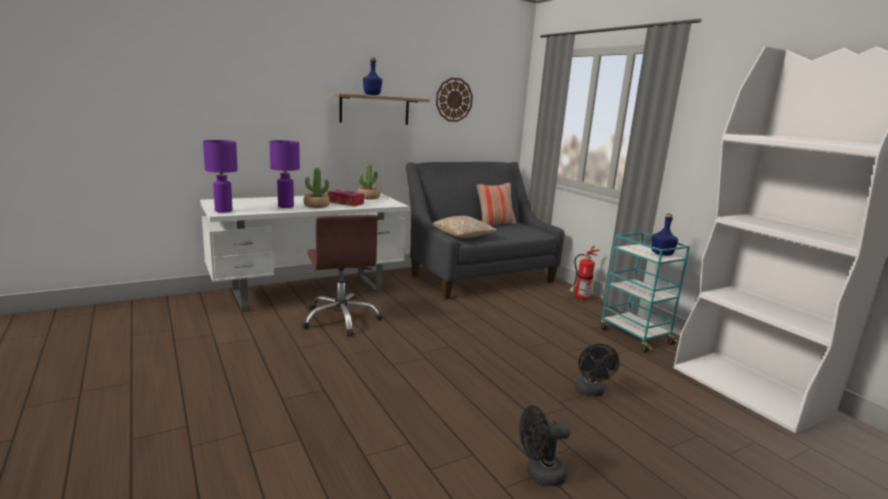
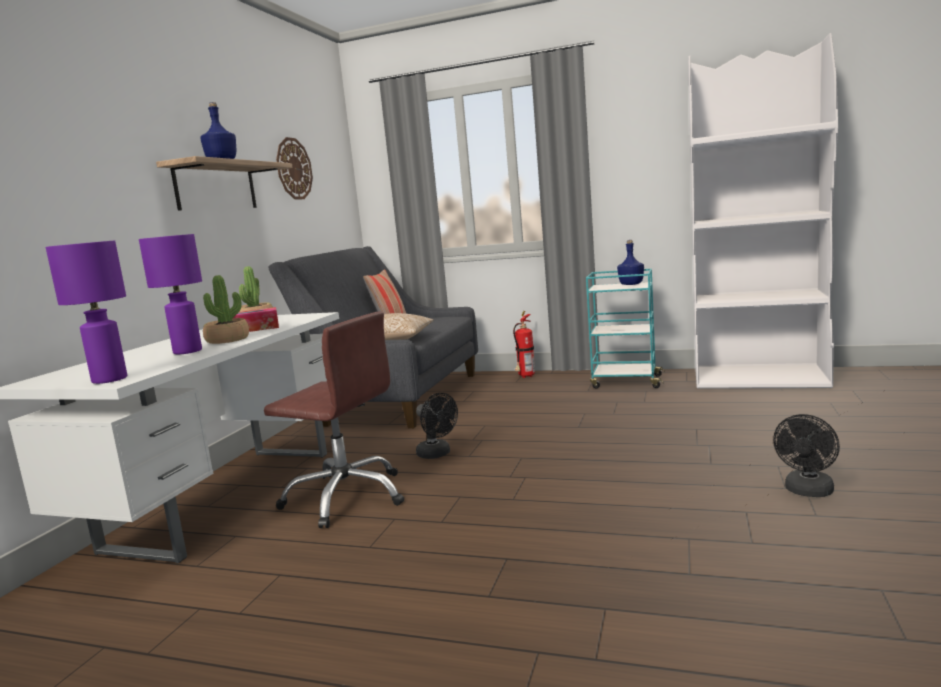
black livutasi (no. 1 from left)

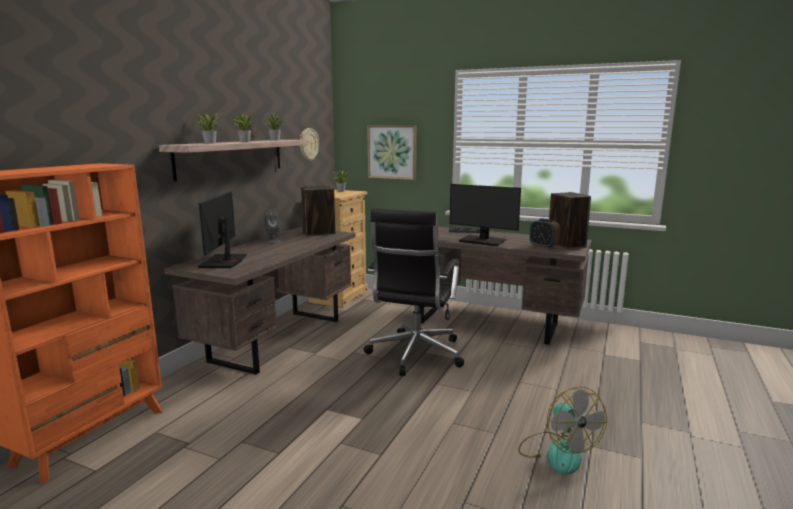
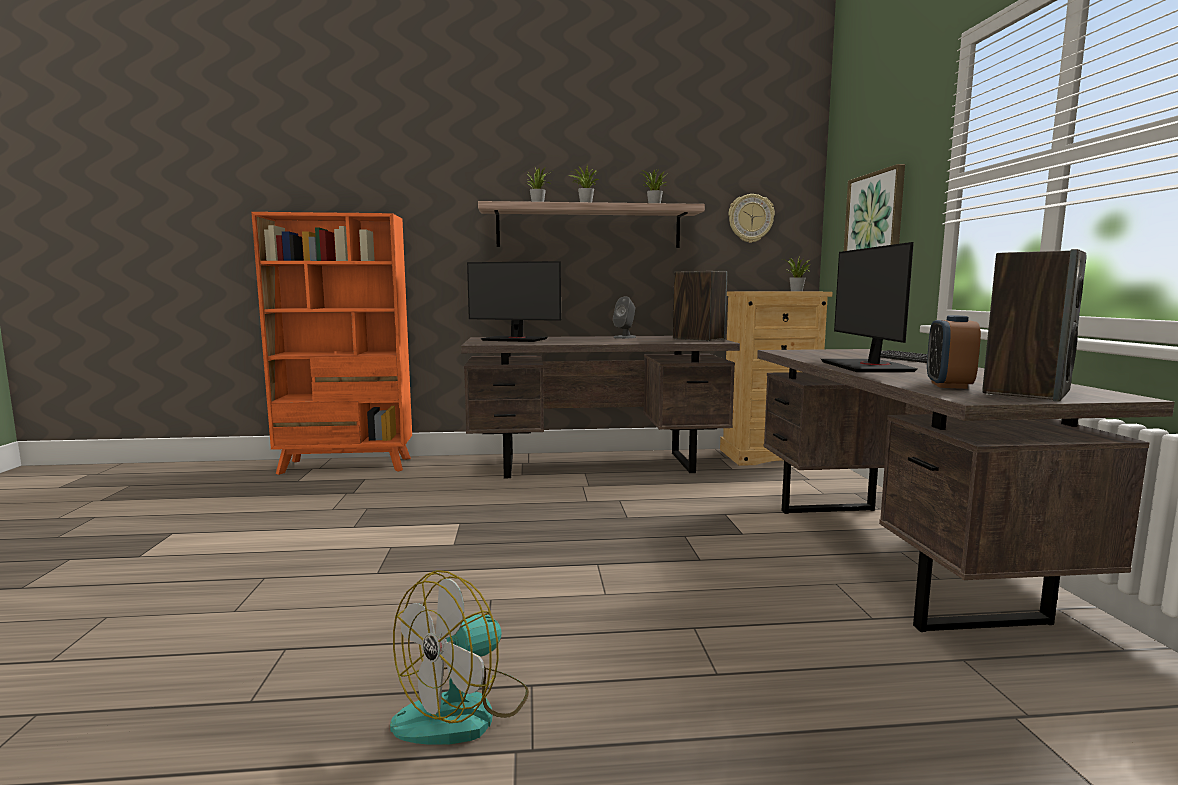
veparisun (no. 1 from left)
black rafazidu

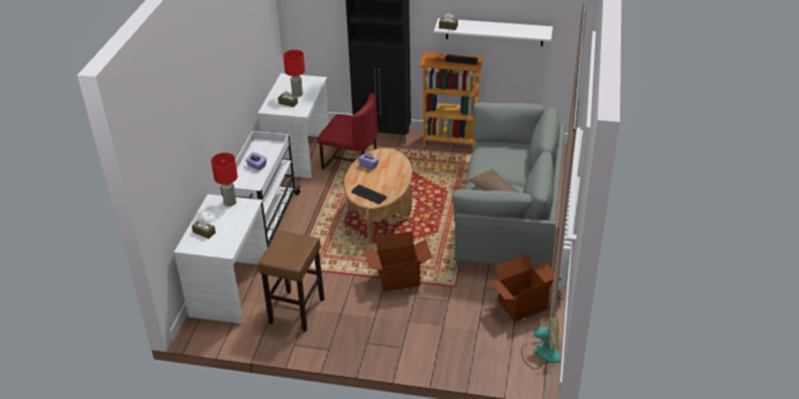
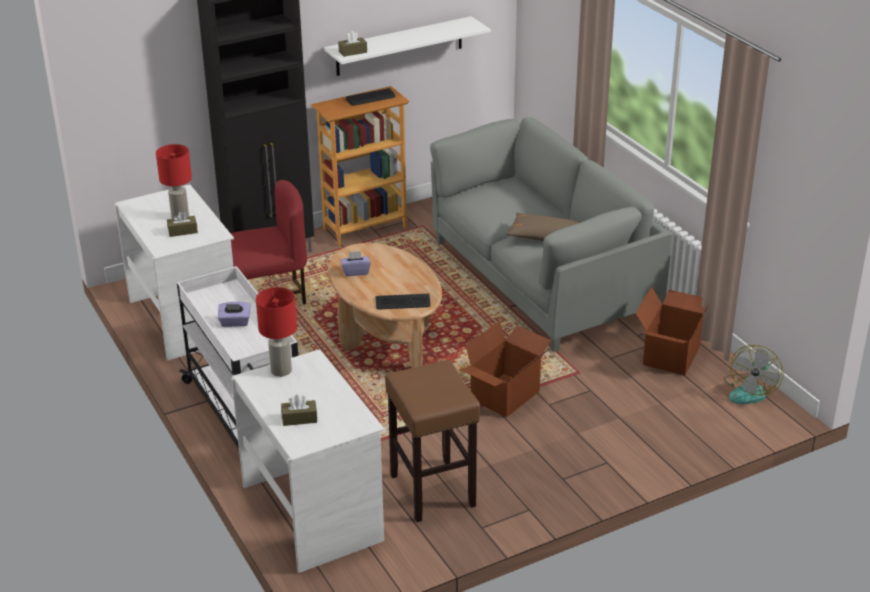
livutasi

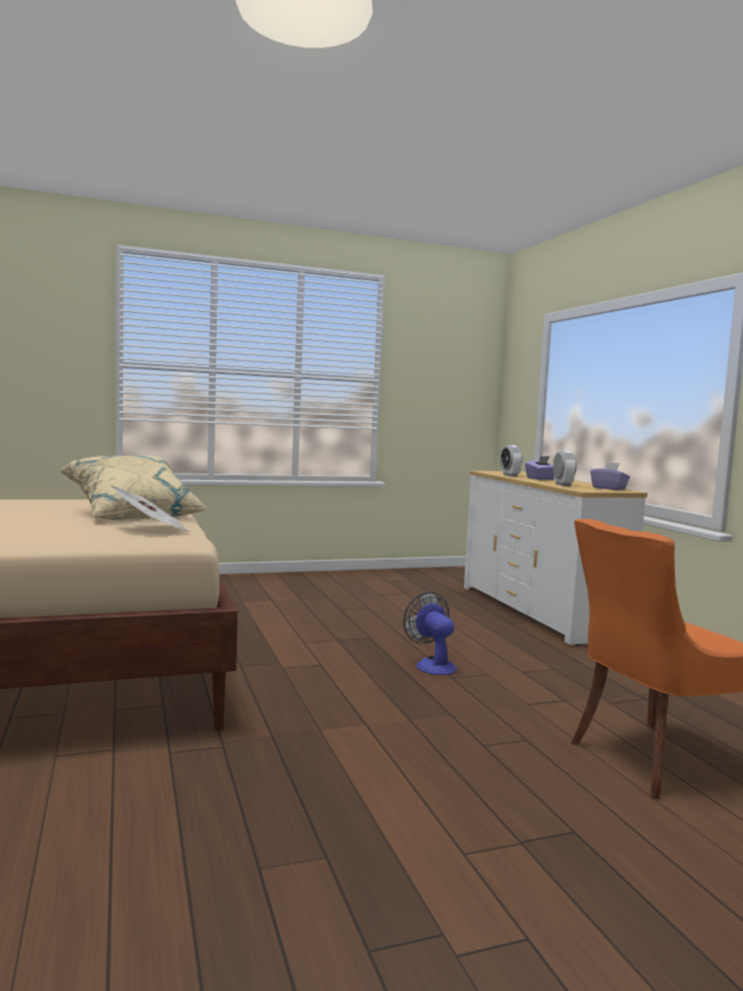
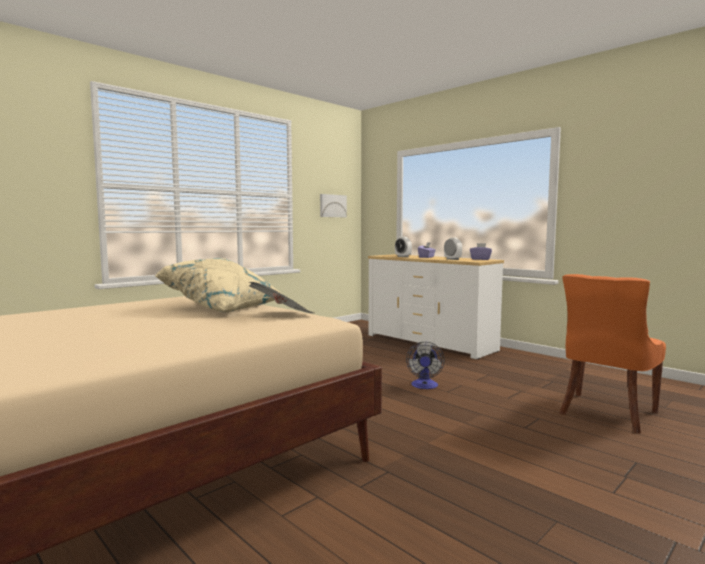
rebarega
livutasi

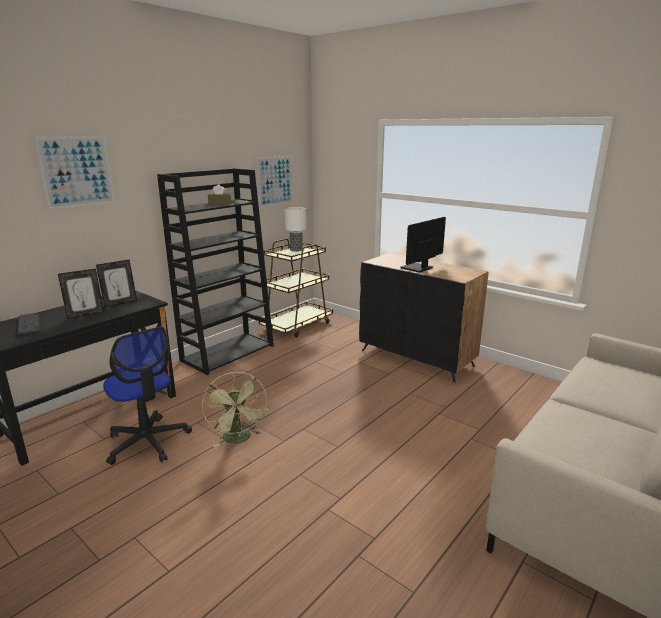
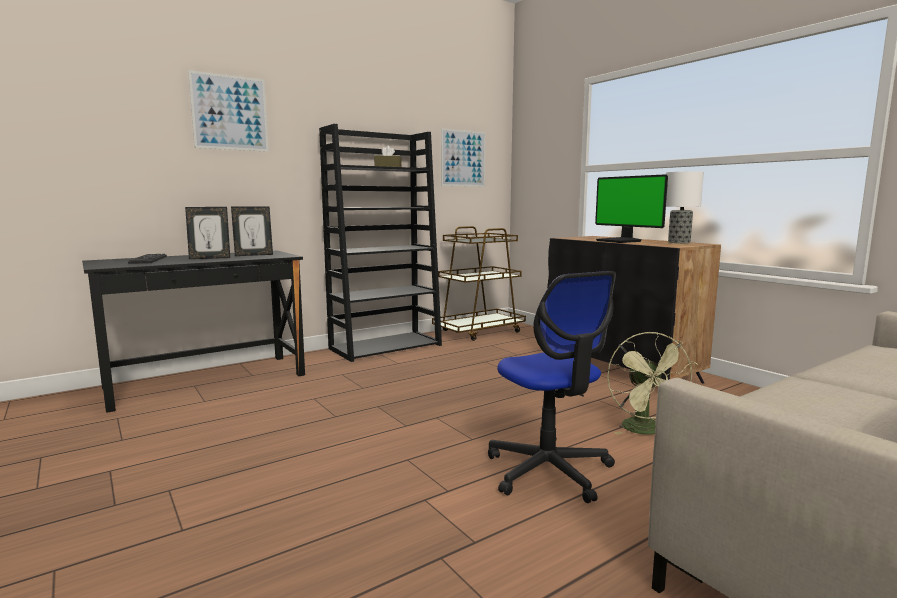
rafazidu
veparisun
green livutasi
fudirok

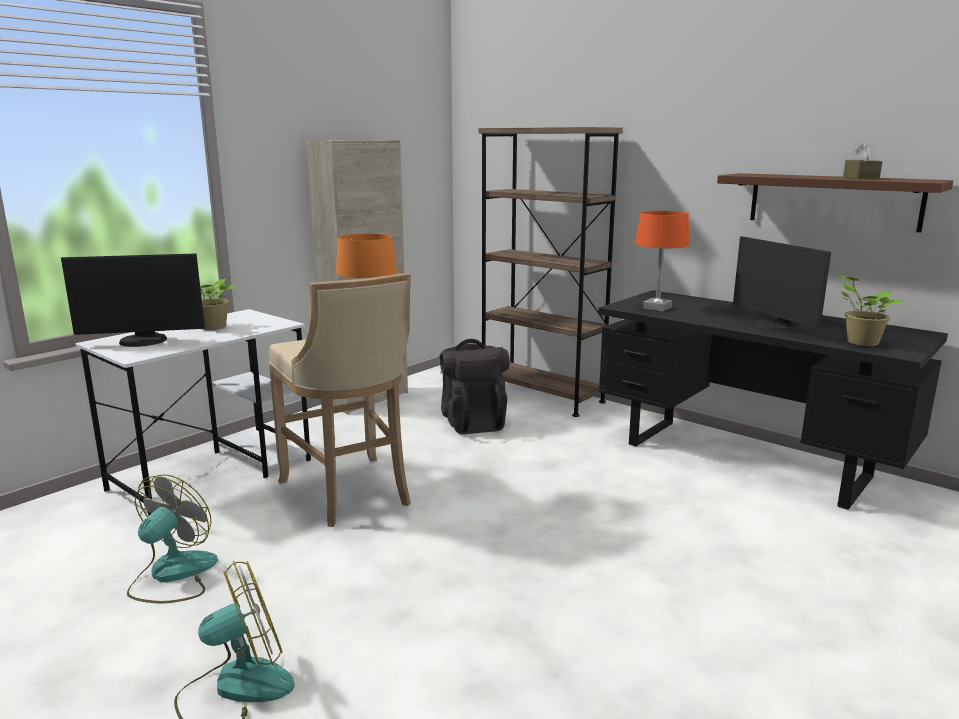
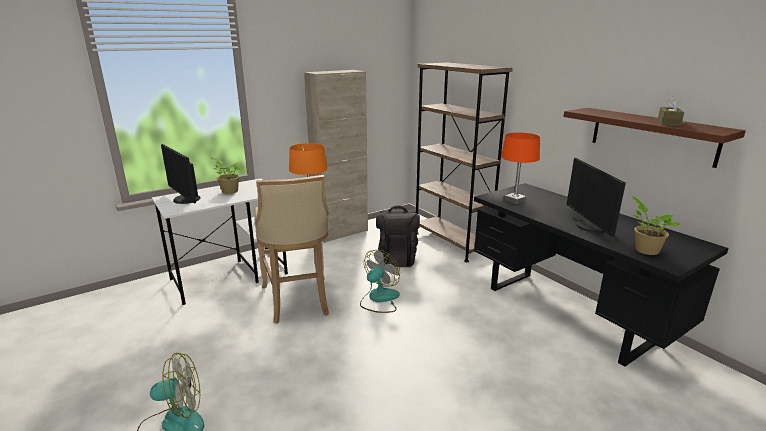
veparisun (no. 1 from left)
livutasi (no. 2 from left)

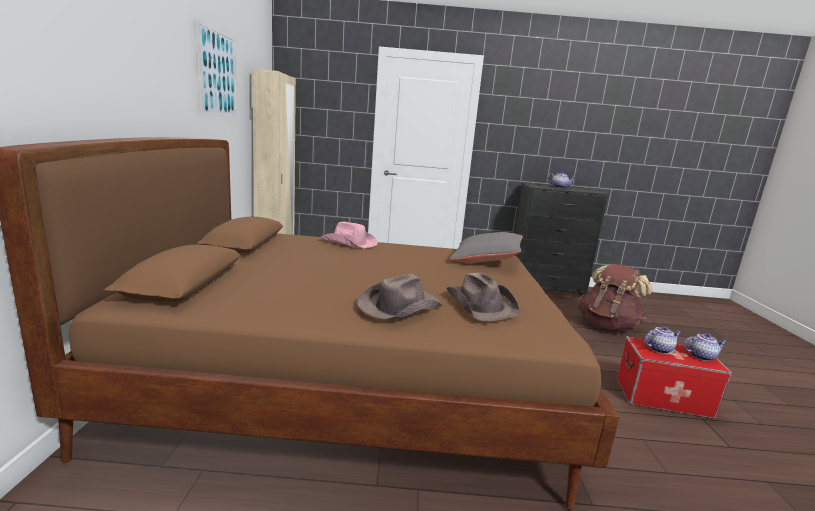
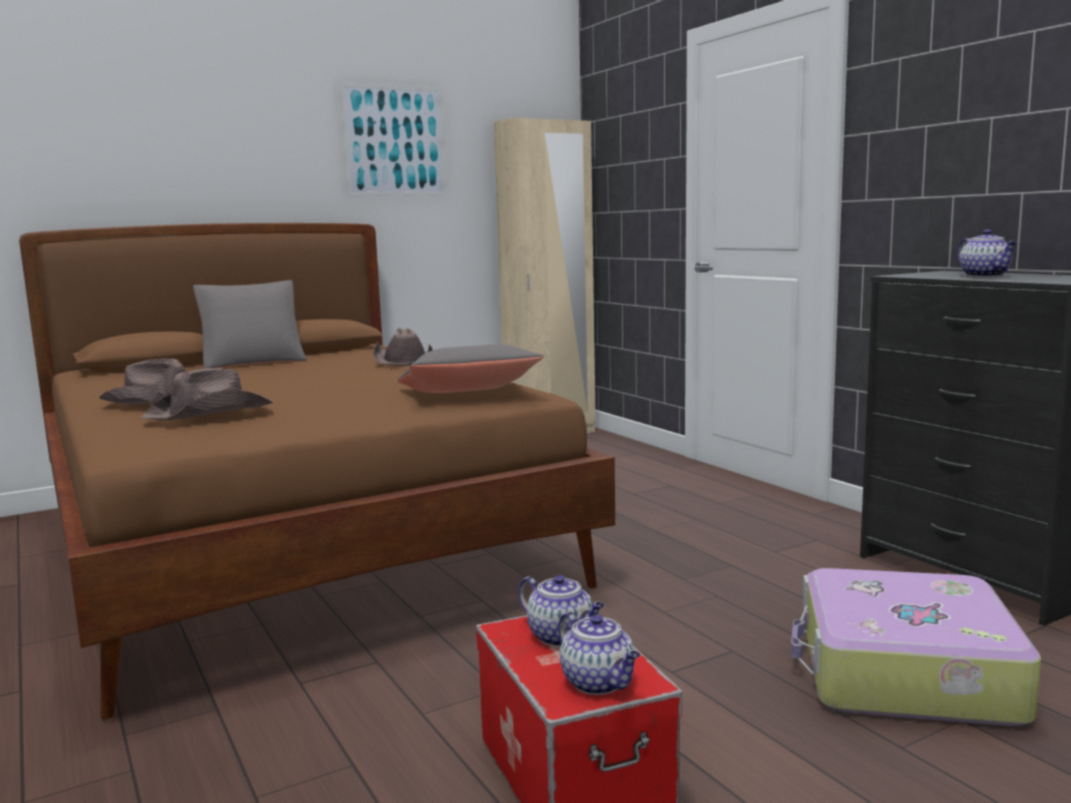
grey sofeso (no. 1 from left)
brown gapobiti (no. 3 from left)
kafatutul

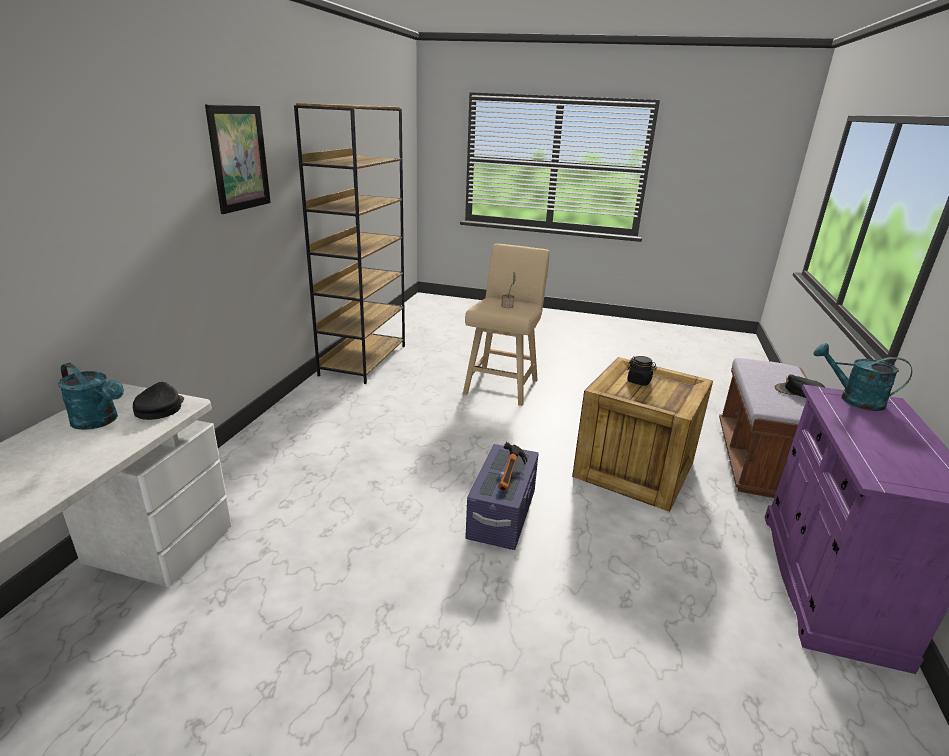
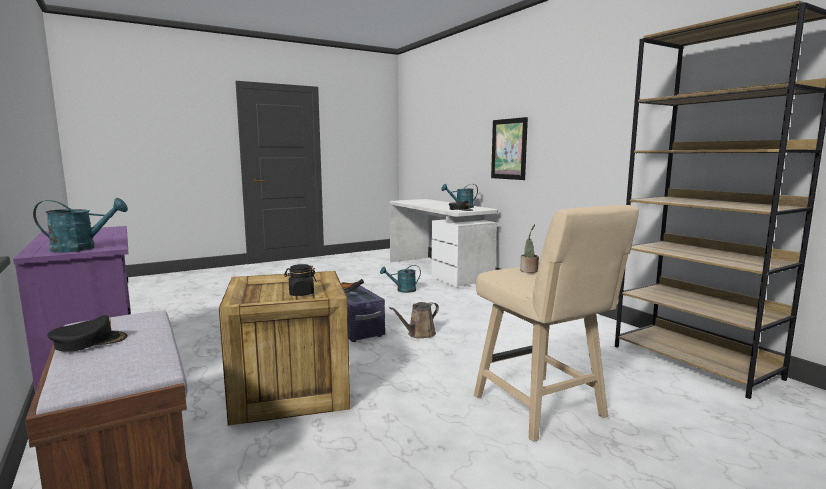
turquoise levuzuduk (no. 2 from left)
brown levuzuduk
rebarega

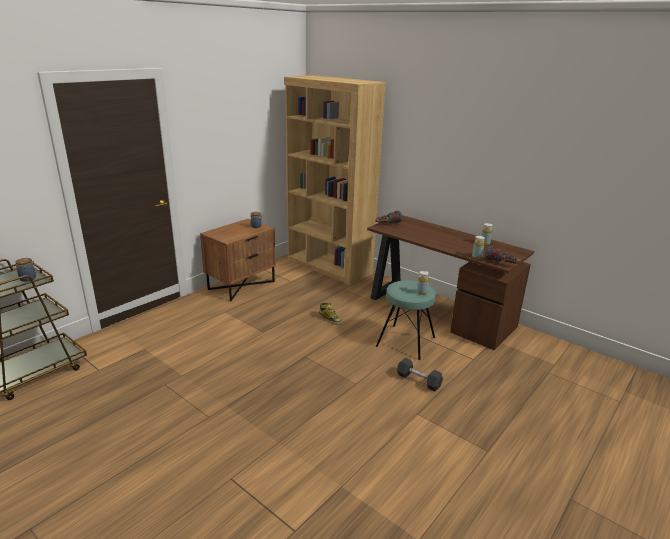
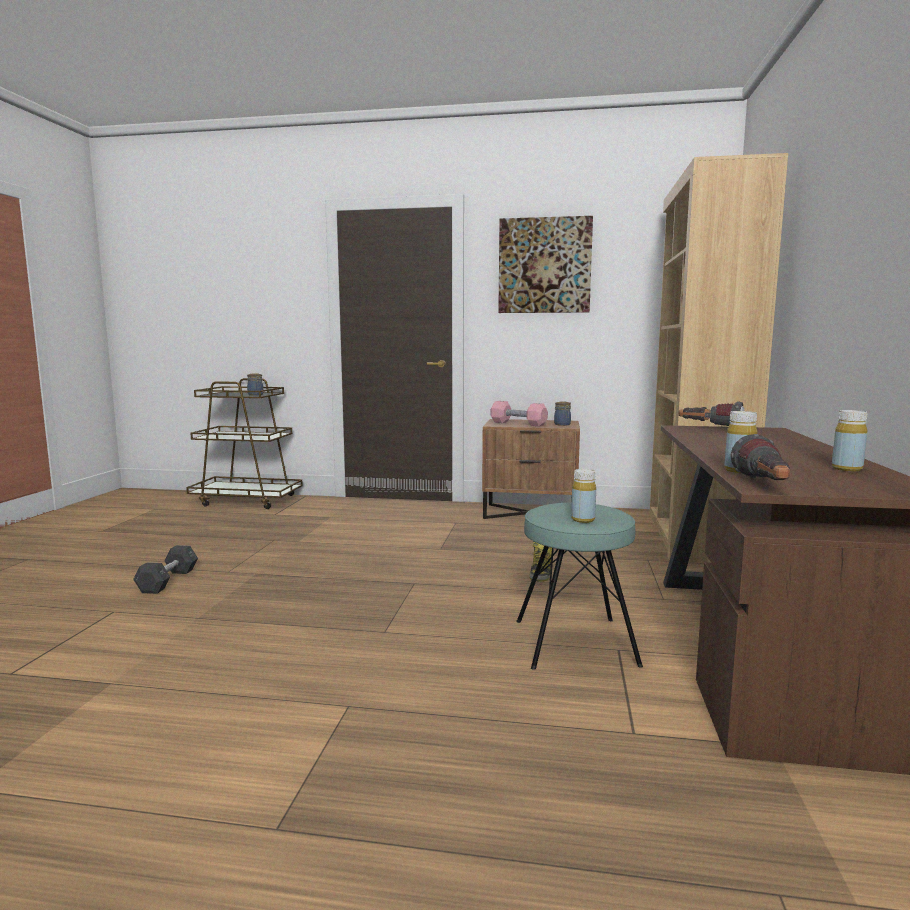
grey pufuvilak
pink pufuvilak
rebarega

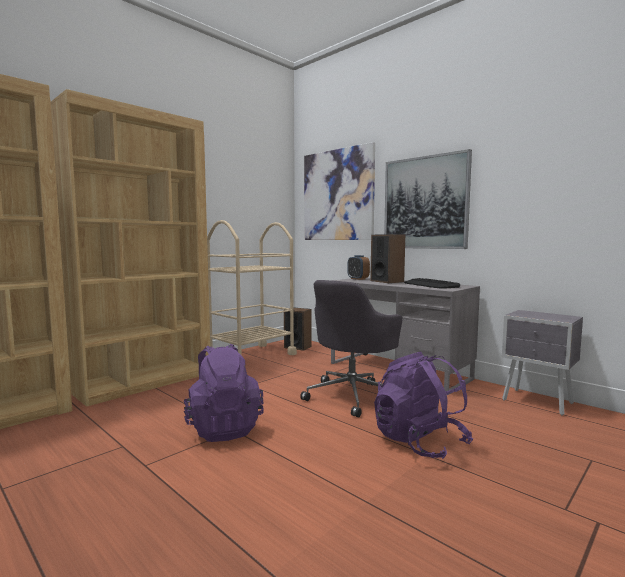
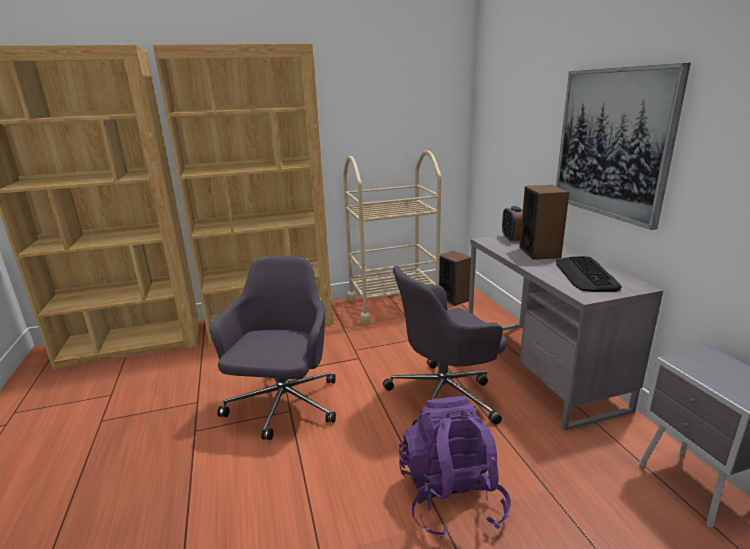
grey rafazidu (no. 1 from left)
rebarega (no. 1 from left in the first image)

